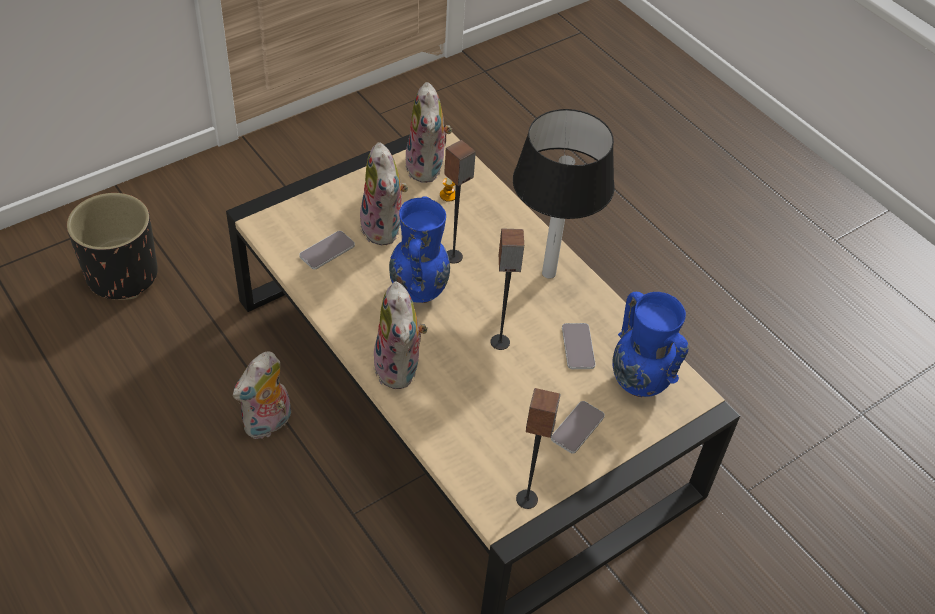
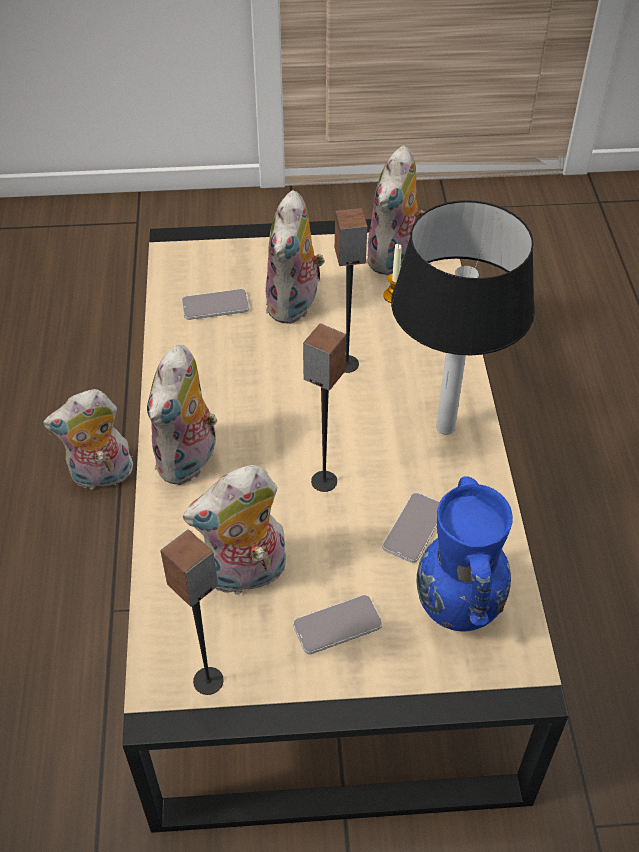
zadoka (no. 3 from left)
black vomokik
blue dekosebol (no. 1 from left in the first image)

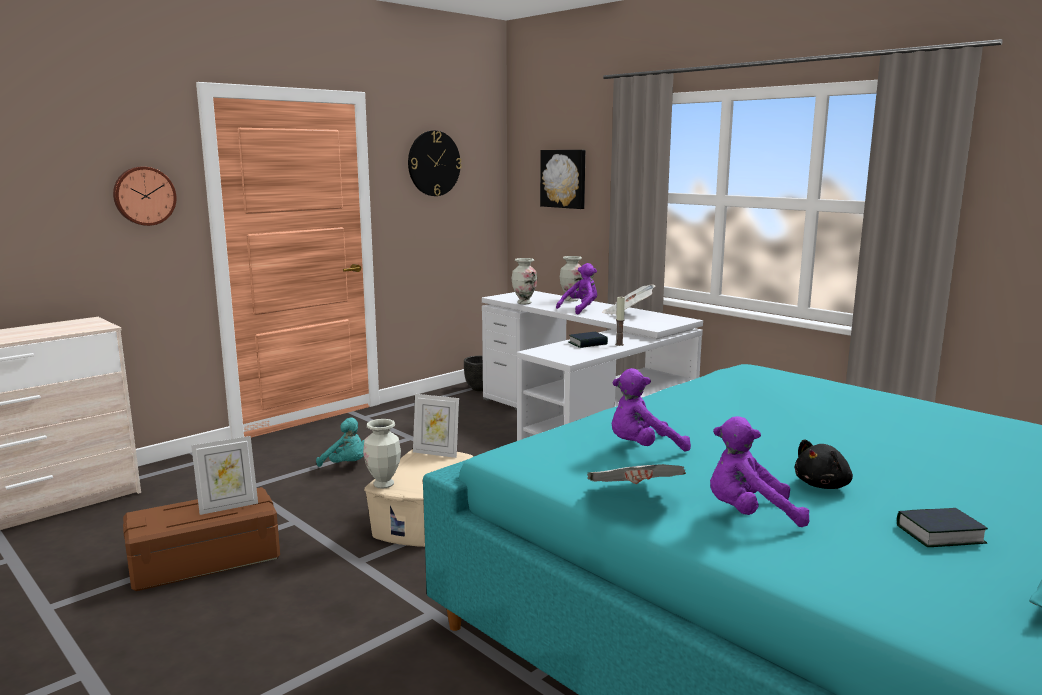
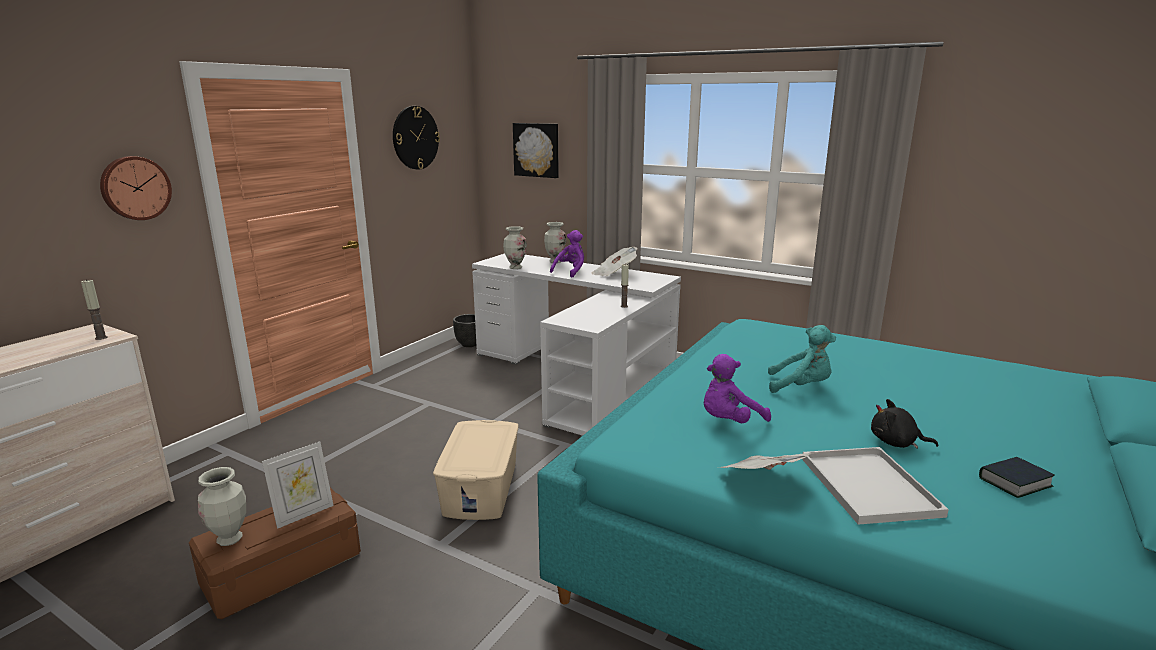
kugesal (no. 1 from left)
dekosebol (no. 1 from left)
turquoise zadoka
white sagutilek
black zadoka
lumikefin (no. 2 from left in the first image)
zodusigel (no. 1 from left in the first image)

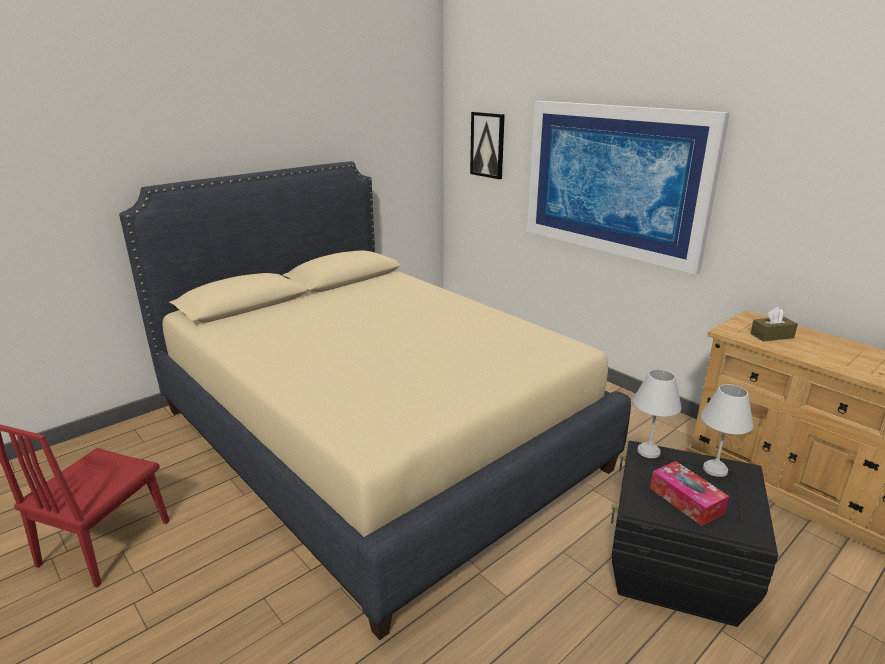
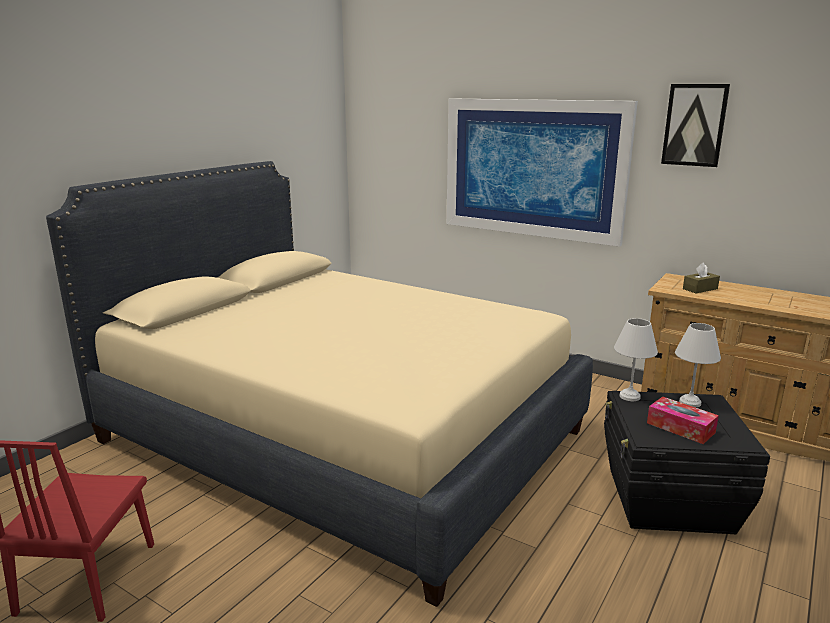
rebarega (no. 2 from left)

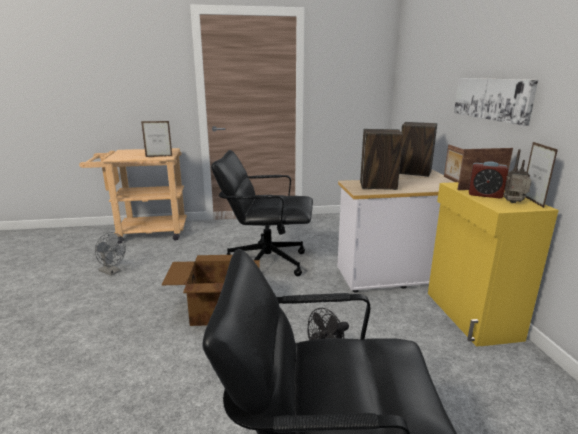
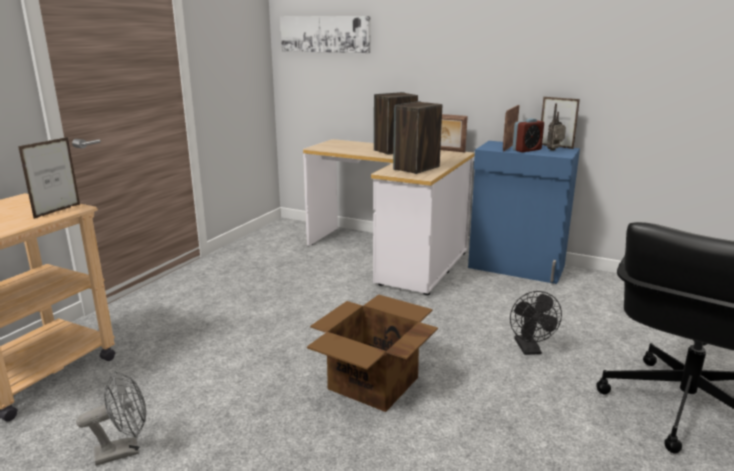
rebarega
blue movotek
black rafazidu (no. 1 from left in the first image)

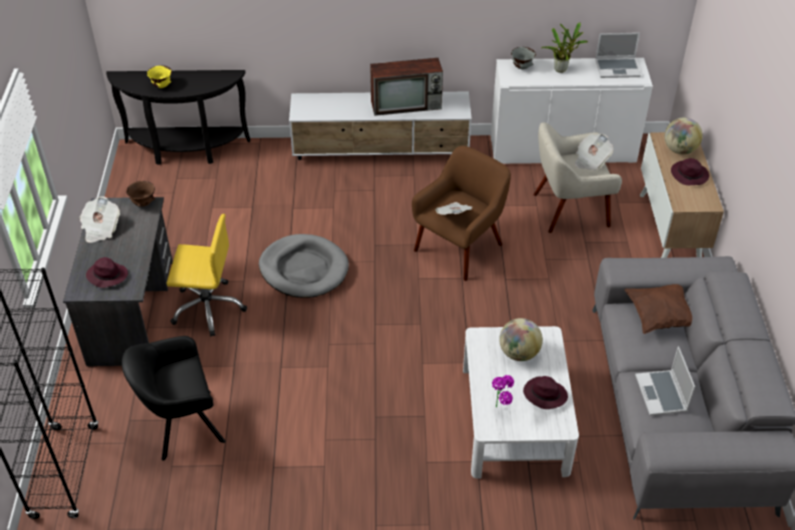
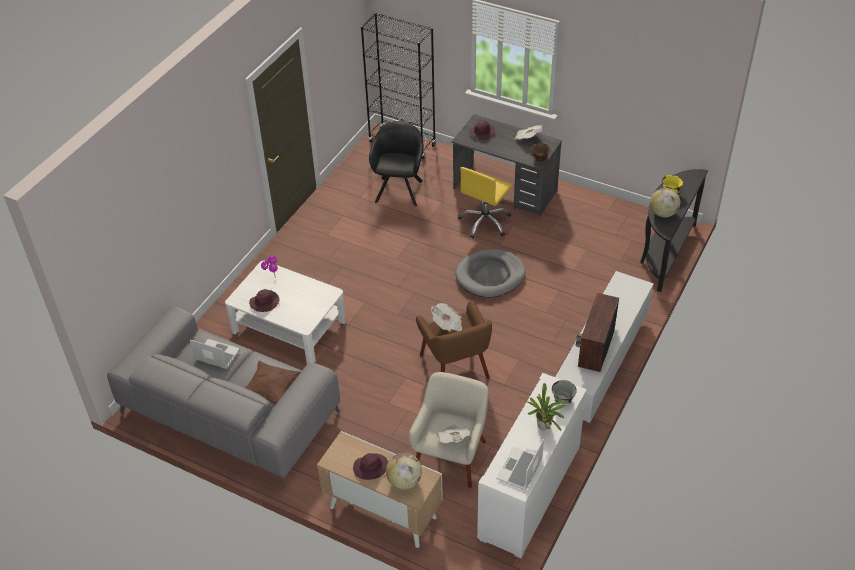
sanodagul (no. 2 from left)

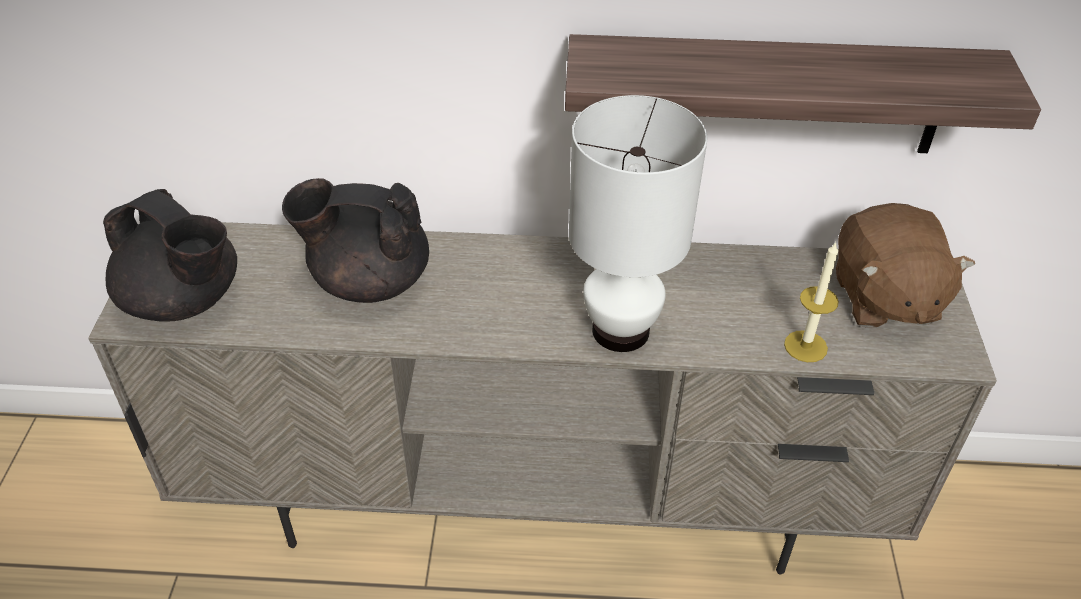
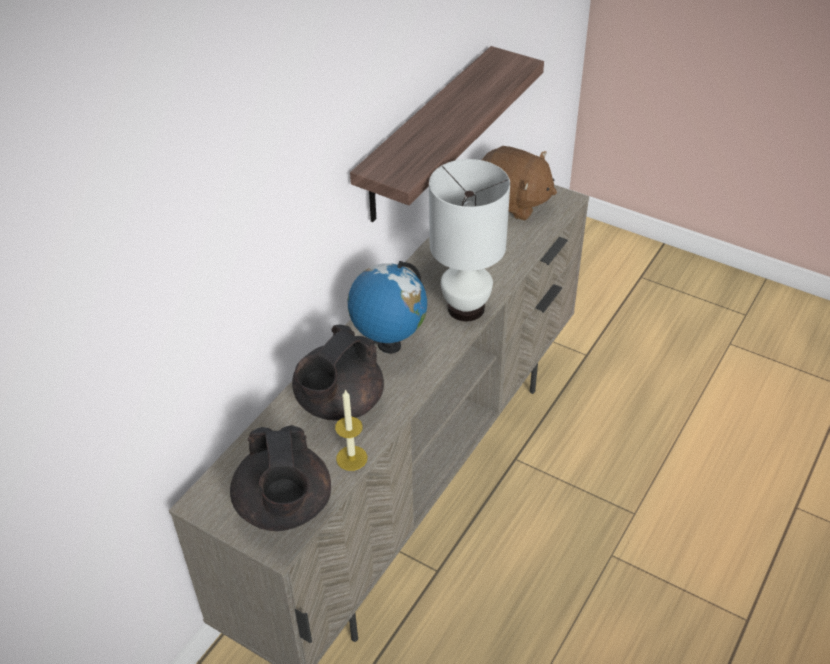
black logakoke (no. 1 from left)
kugesal
sanodagul

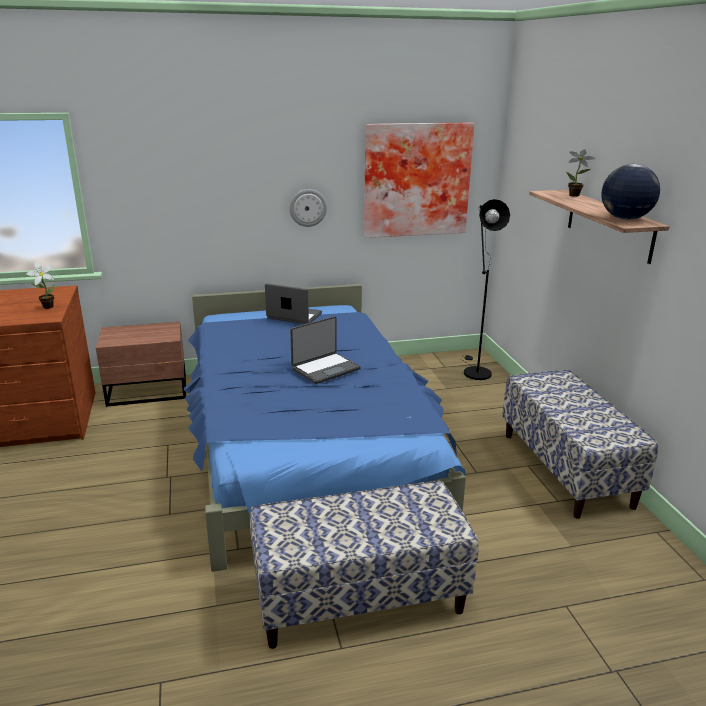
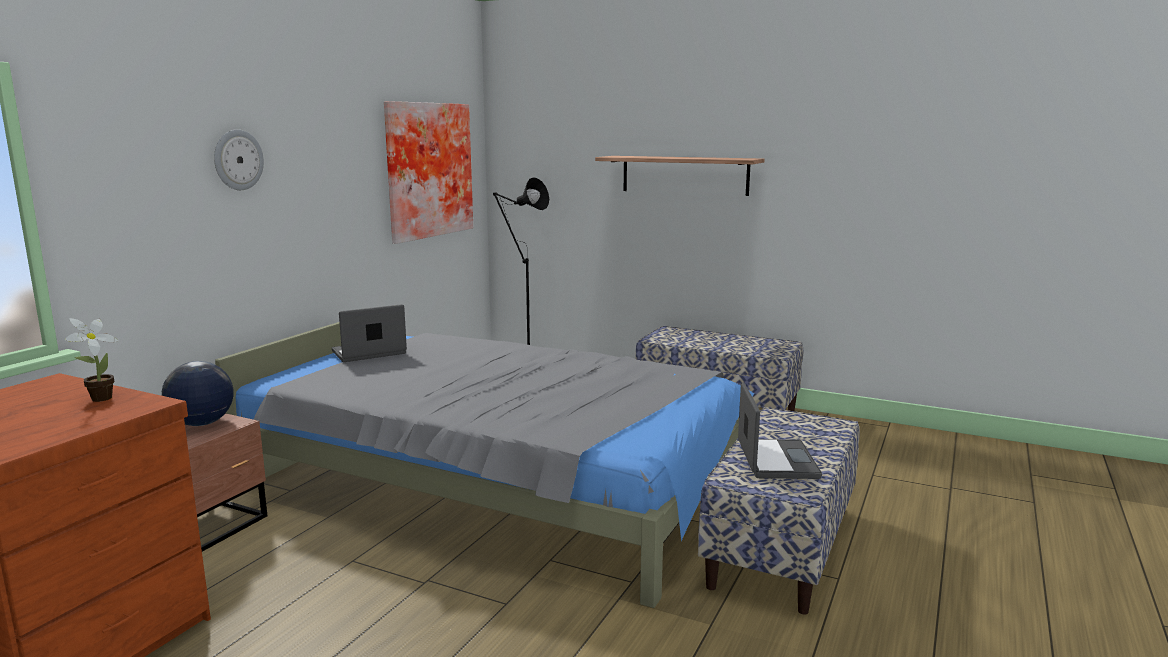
sanodagul
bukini
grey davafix
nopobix (no. 2 from left)
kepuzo (no. 2 from left in the first image)

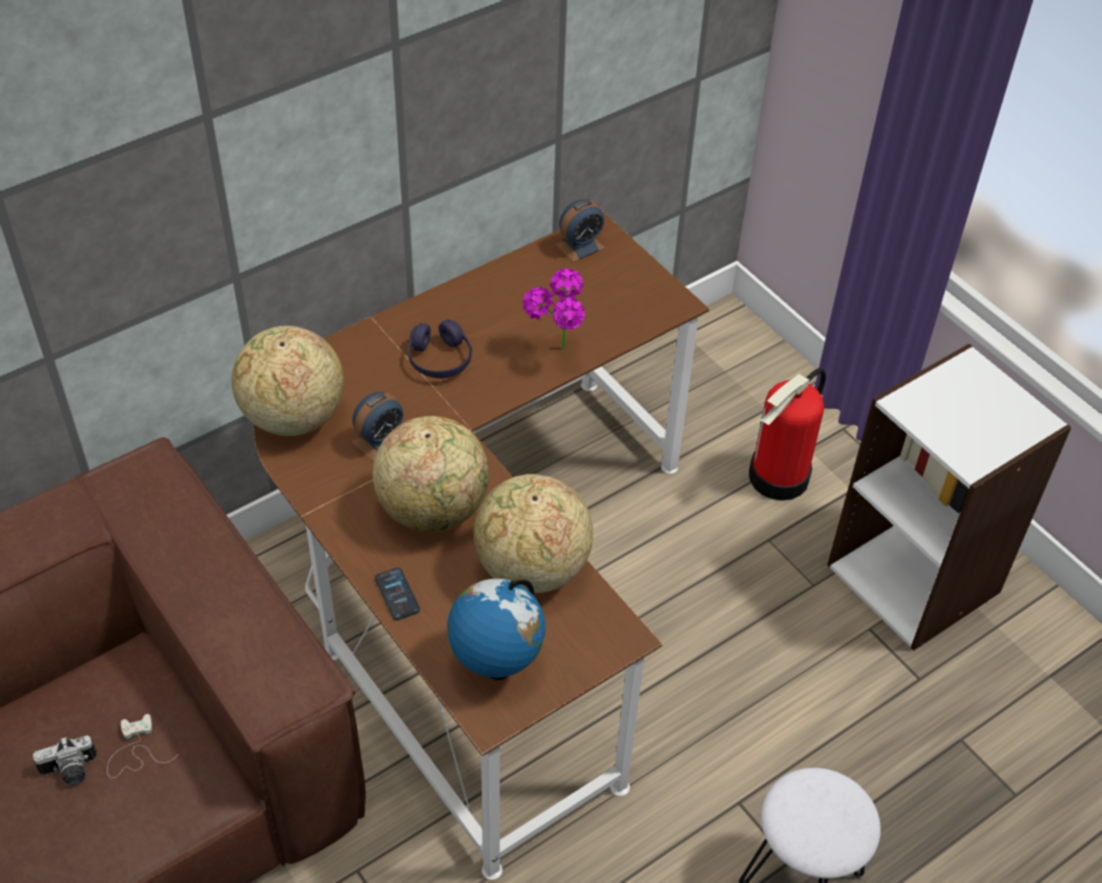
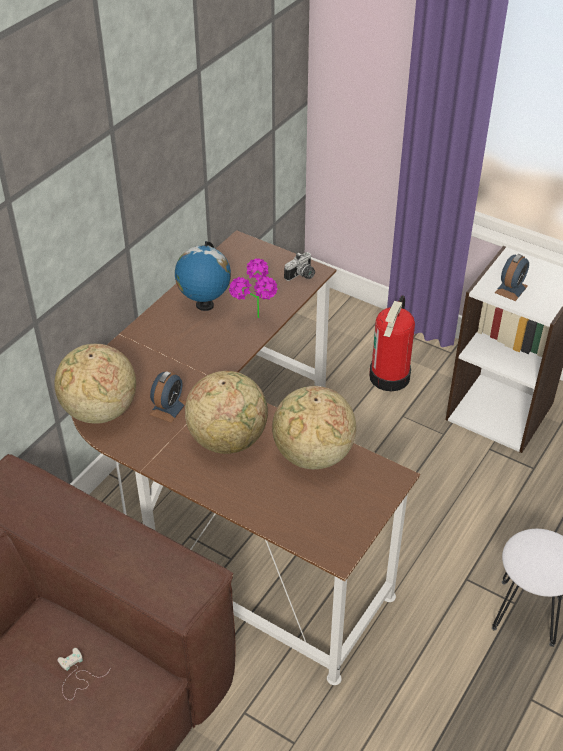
sanodagul (no. 2 from left)
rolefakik
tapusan (no. 2 from left)
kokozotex
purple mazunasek

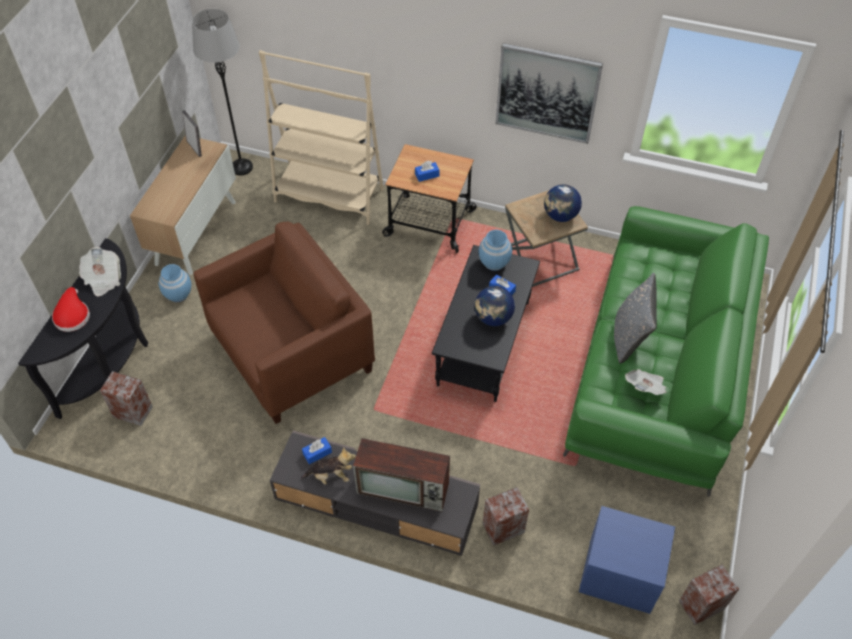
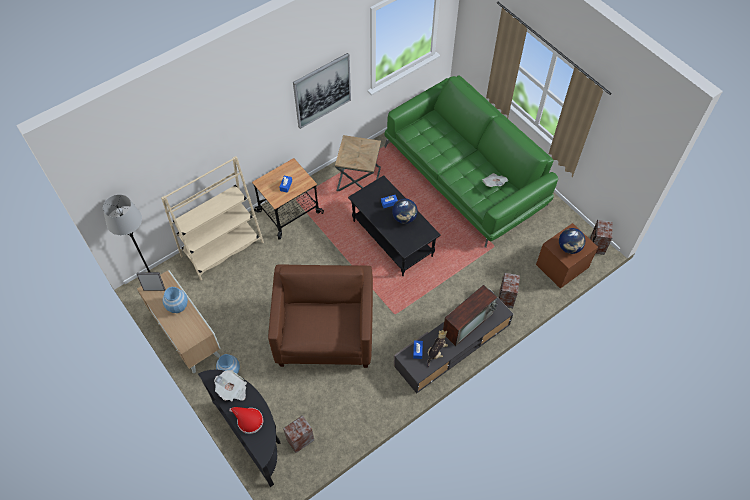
blue dekosebol (no. 1 from left)
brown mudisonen
sanodagul (no. 2 from left)
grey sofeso

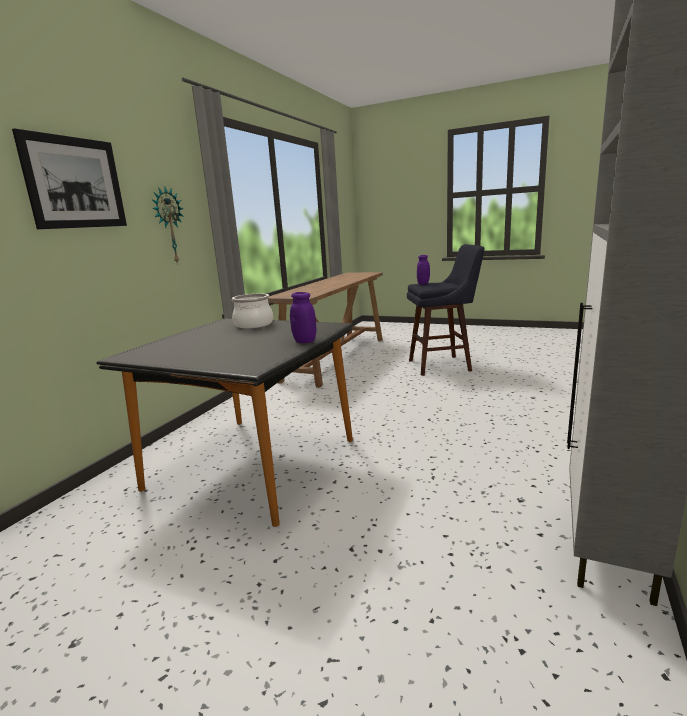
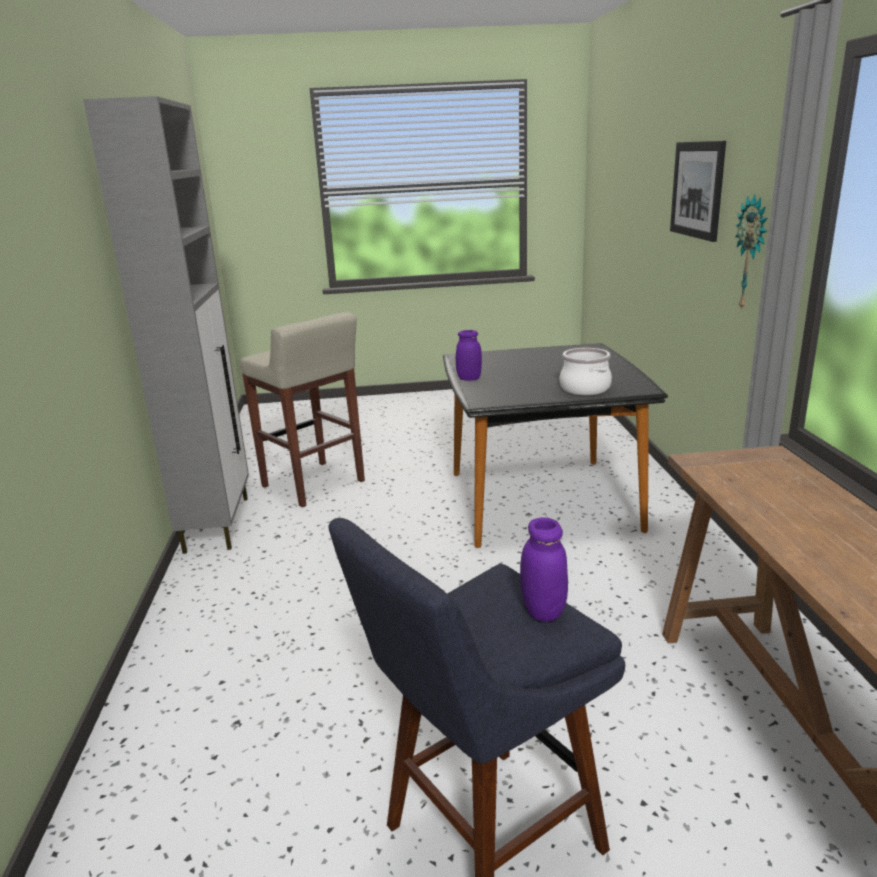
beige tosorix

